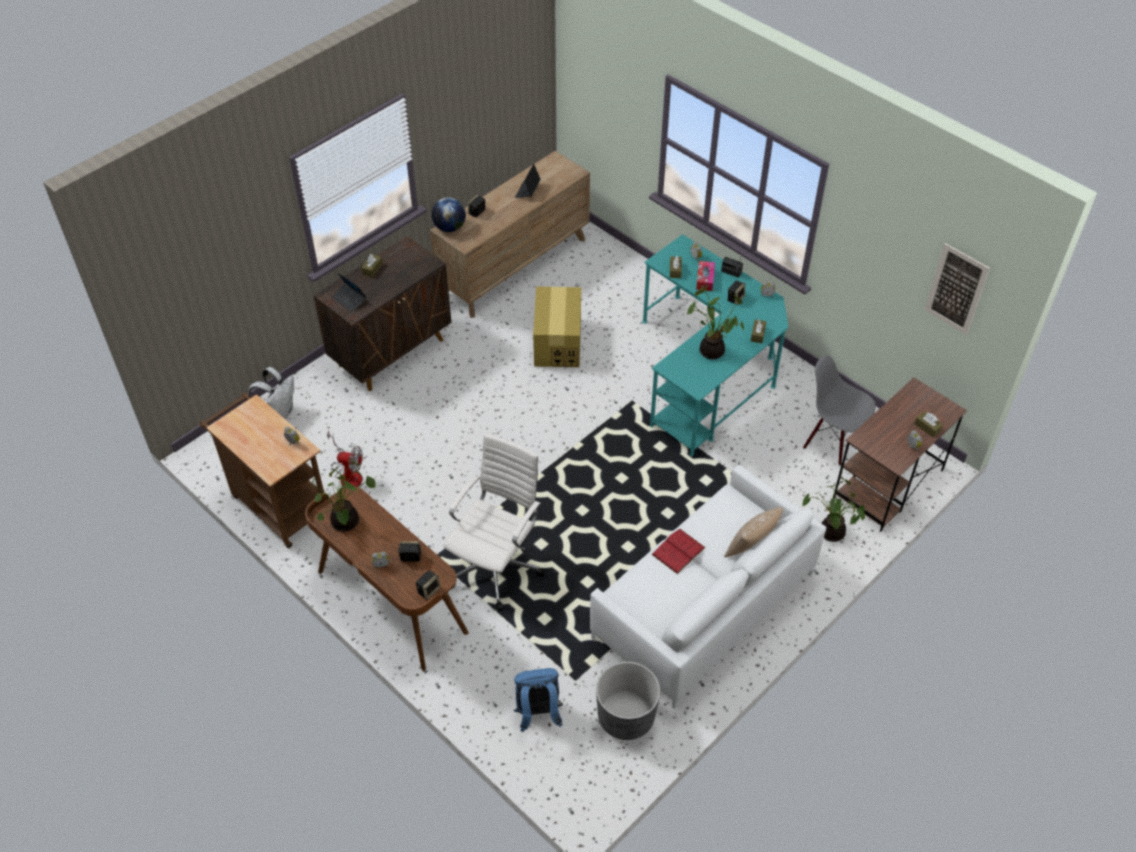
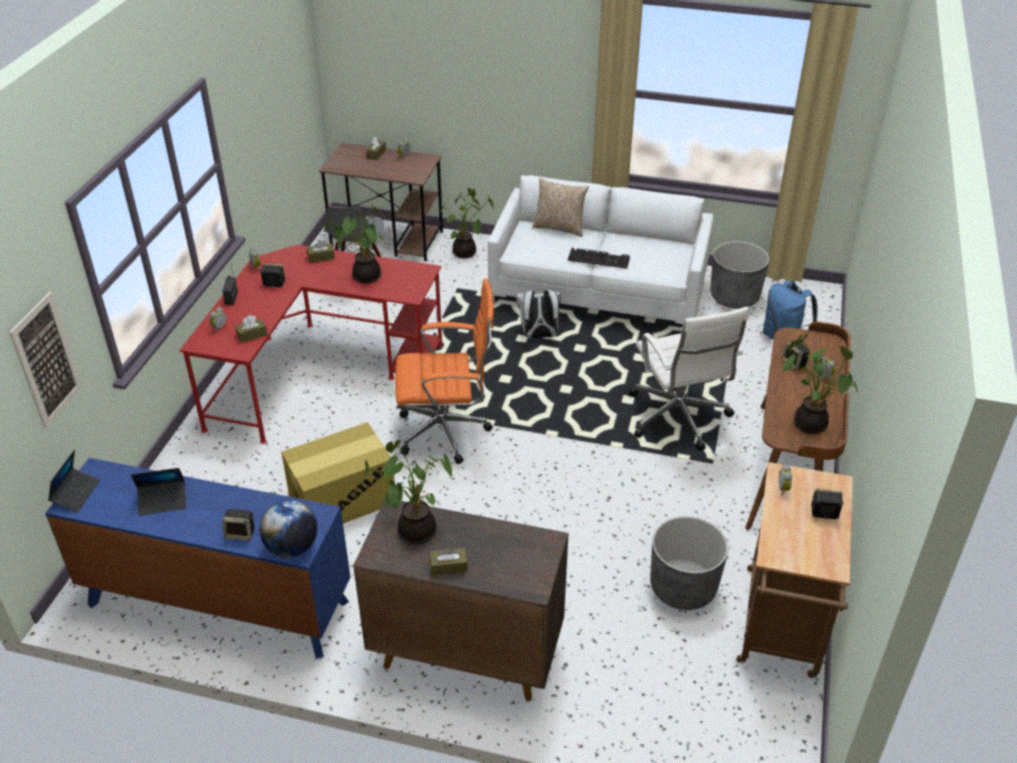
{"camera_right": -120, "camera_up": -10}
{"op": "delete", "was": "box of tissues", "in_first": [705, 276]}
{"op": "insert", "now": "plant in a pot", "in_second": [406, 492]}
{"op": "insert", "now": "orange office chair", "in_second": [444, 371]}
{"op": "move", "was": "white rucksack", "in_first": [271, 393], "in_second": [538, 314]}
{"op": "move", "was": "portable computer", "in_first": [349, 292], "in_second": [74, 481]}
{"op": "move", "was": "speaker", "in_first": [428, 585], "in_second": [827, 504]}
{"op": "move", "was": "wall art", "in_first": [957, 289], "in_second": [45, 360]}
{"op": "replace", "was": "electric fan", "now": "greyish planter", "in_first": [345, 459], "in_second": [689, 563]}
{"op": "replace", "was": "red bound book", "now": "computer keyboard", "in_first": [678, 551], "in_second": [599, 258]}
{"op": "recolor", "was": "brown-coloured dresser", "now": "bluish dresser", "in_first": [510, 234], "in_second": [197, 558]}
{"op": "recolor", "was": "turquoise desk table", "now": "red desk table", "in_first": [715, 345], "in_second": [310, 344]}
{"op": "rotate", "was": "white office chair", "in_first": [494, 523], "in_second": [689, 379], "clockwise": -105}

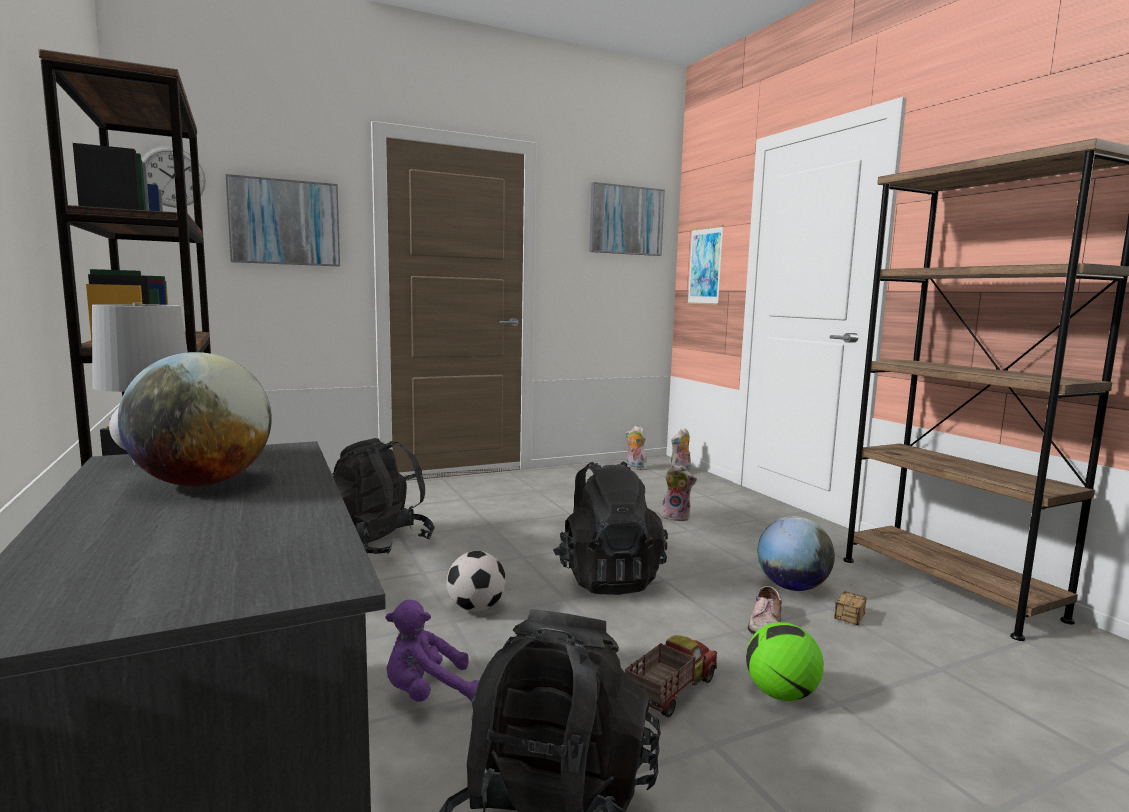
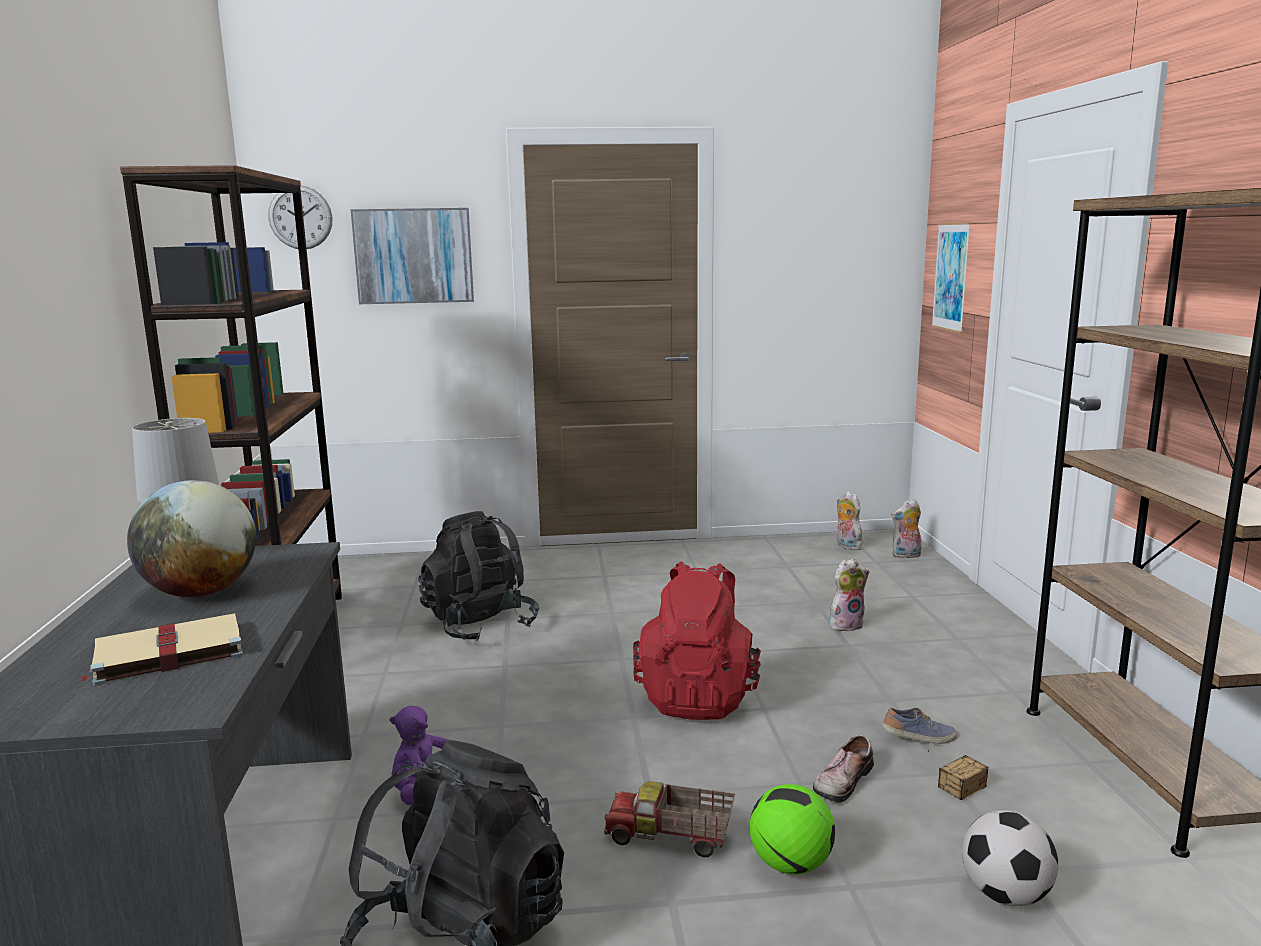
{"camera_right": 20, "camera_up": 5}
{"op": "delete", "was": "wall art", "in_first": [627, 219]}
{"op": "insert", "now": "sand-coloured bound book", "in_second": [160, 649]}
{"op": "move", "was": "ball for football", "in_first": [476, 581], "in_second": [1010, 858]}
{"op": "replace", "was": "globe", "now": "item of footwear", "in_first": [796, 553], "in_second": [919, 726]}
{"op": "recolor", "was": "black rucksack", "now": "red rucksack", "in_first": [610, 528], "in_second": [697, 641]}
{"op": "rotate", "was": "model truck", "in_first": [671, 676], "in_second": [669, 819], "clockwise": -135}
{"op": "rotate", "was": "soft toy", "in_first": [679, 493], "in_second": [850, 594], "clockwise": -60}

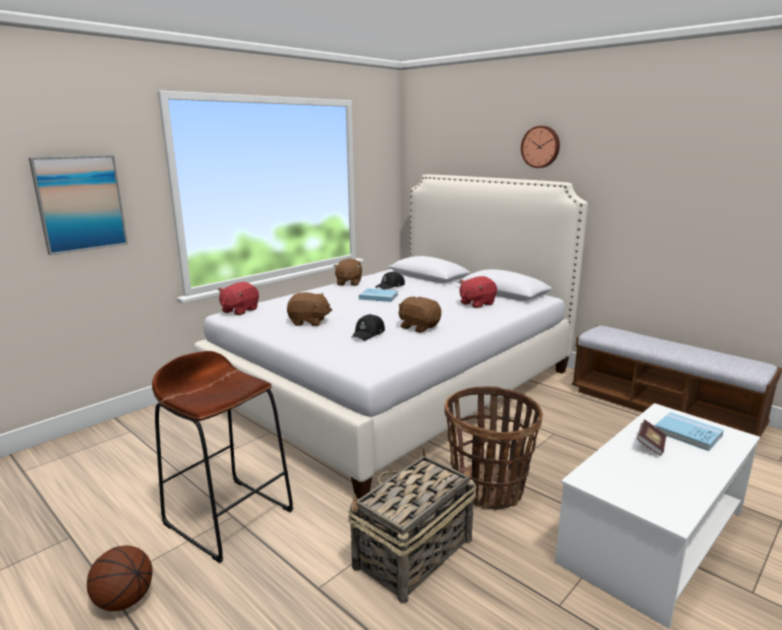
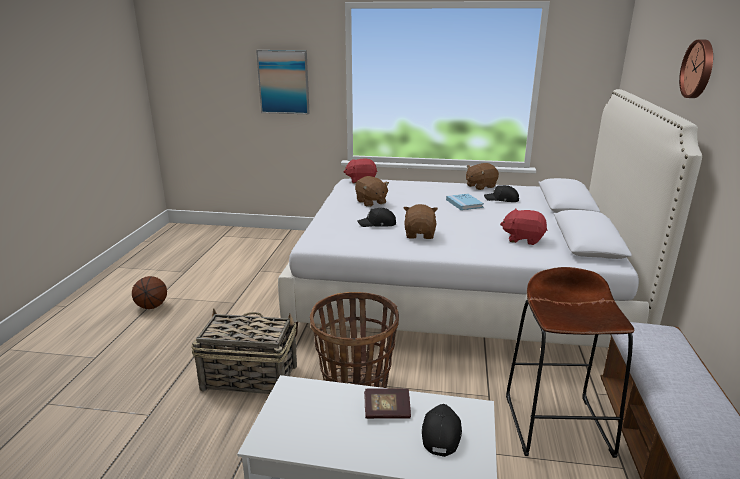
{"camera_right": 55, "camera_up": 5}
{"op": "move", "was": "brown-coloured stool seat", "in_first": [223, 457], "in_second": [570, 362]}
{"op": "replace", "was": "bluish bound book", "now": "black baseball cap", "in_first": [689, 431], "in_second": [442, 430]}

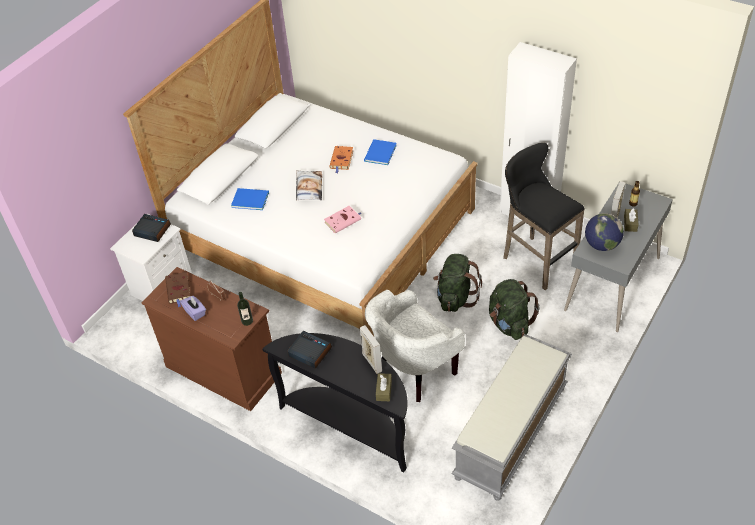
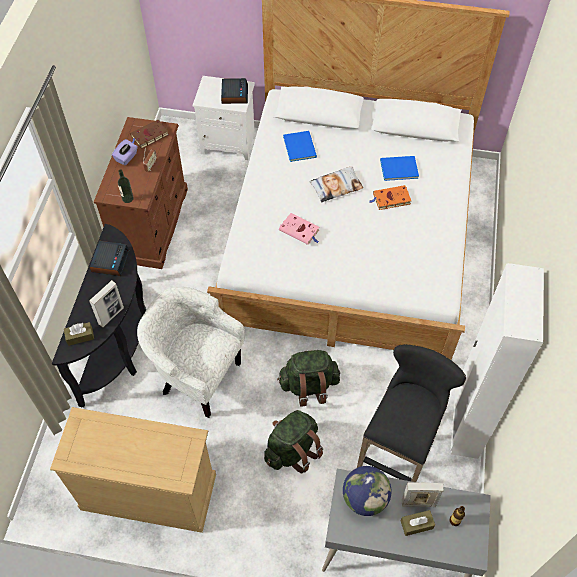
{"camera_right": 65, "camera_up": 10}
{"op": "move", "was": "bluish bound book", "in_first": [380, 152], "in_second": [399, 168]}
{"op": "replace", "was": "greyish indoor bench", "now": "sand-coloured dresser", "in_first": [512, 417], "in_second": [133, 470]}

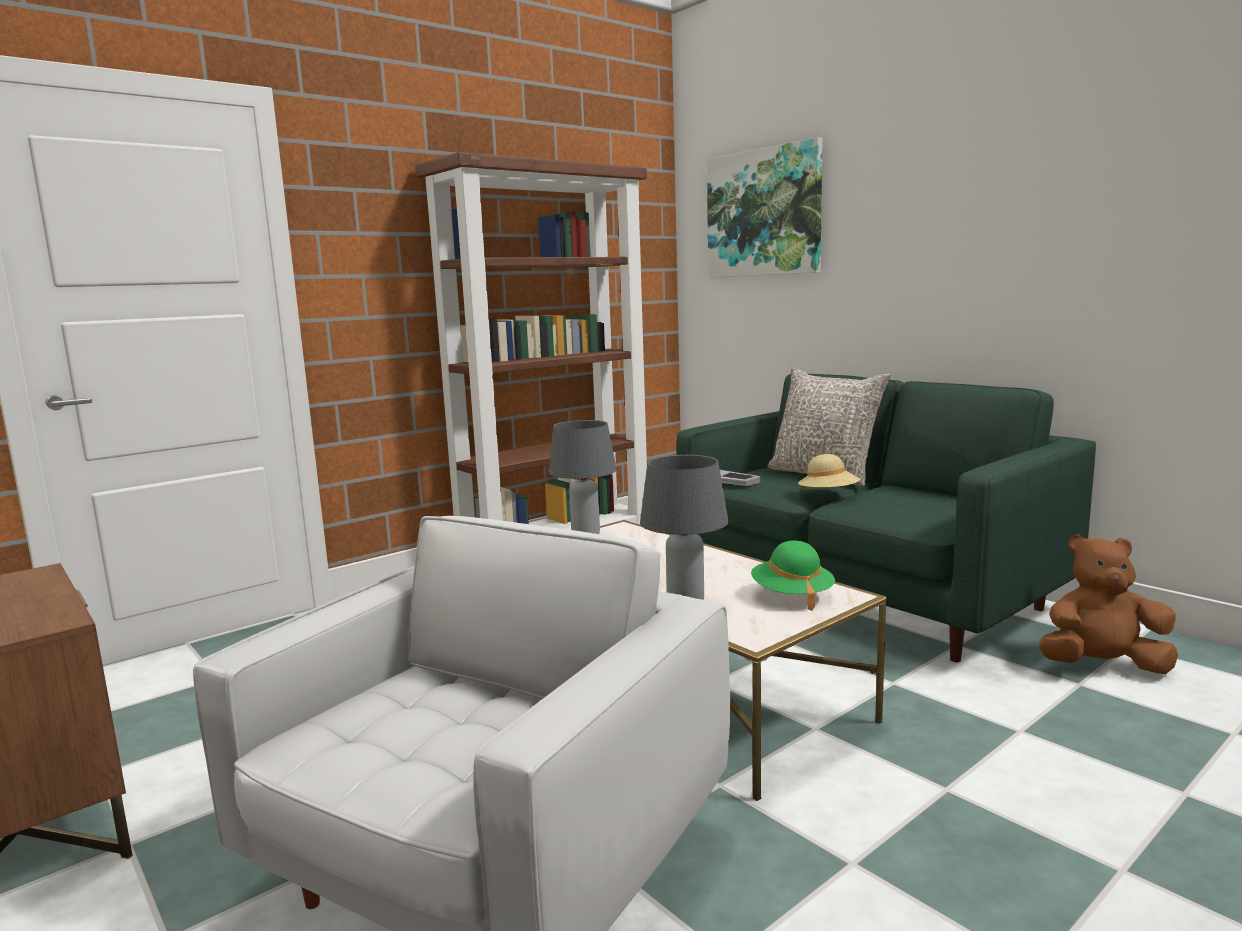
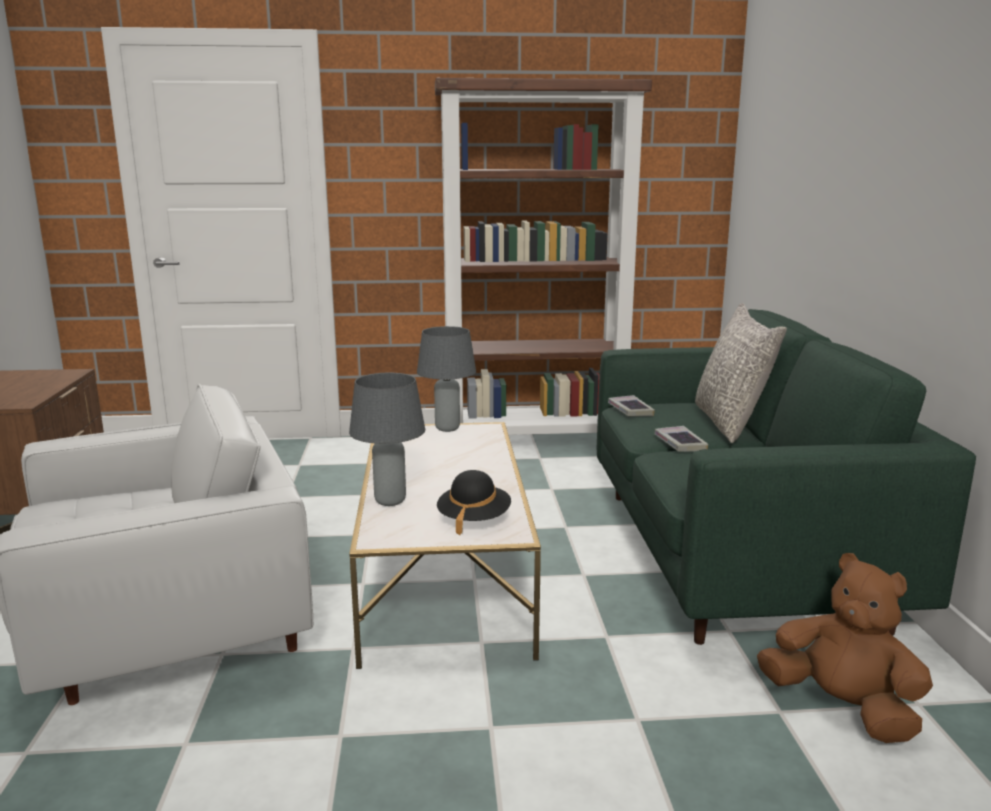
{"camera_right": 35, "camera_up": 5}
{"op": "delete", "was": "wall art", "in_first": [764, 207]}
{"op": "replace", "was": "sand-coloured wearable hat", "now": "bound book", "in_first": [829, 473], "in_second": [681, 439]}
{"op": "recolor", "was": "green wearable hat", "now": "black wearable hat", "in_first": [793, 575], "in_second": [474, 502]}

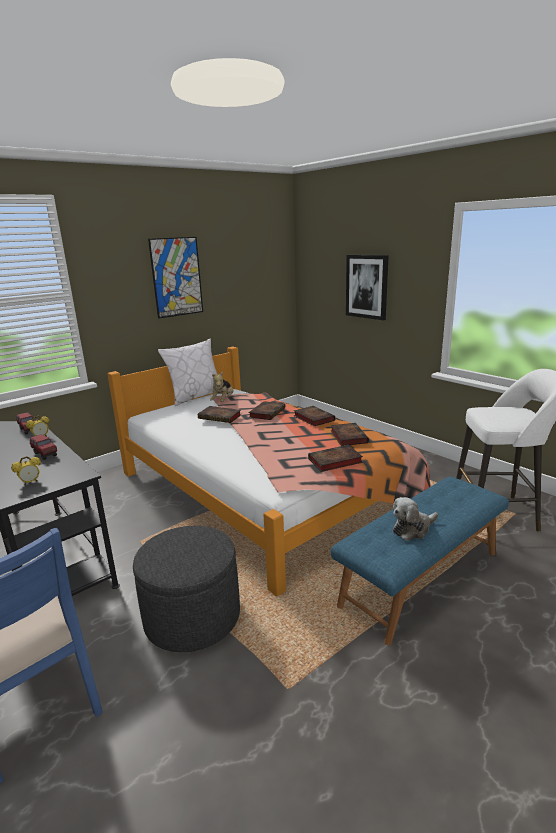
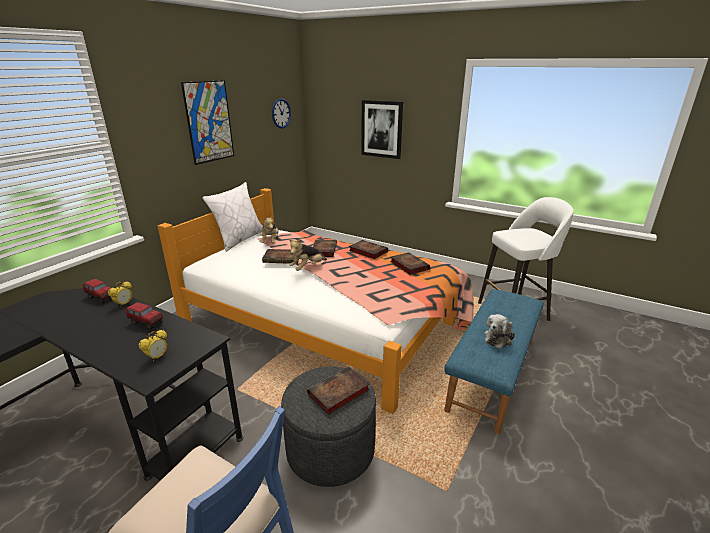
{"camera_right": -20, "camera_up": 5}
{"op": "insert", "now": "clock on the wall", "in_second": [281, 113]}
{"op": "insert", "now": "soft toy", "in_second": [307, 255]}
{"op": "move", "was": "bound book", "in_first": [335, 458], "in_second": [338, 390]}

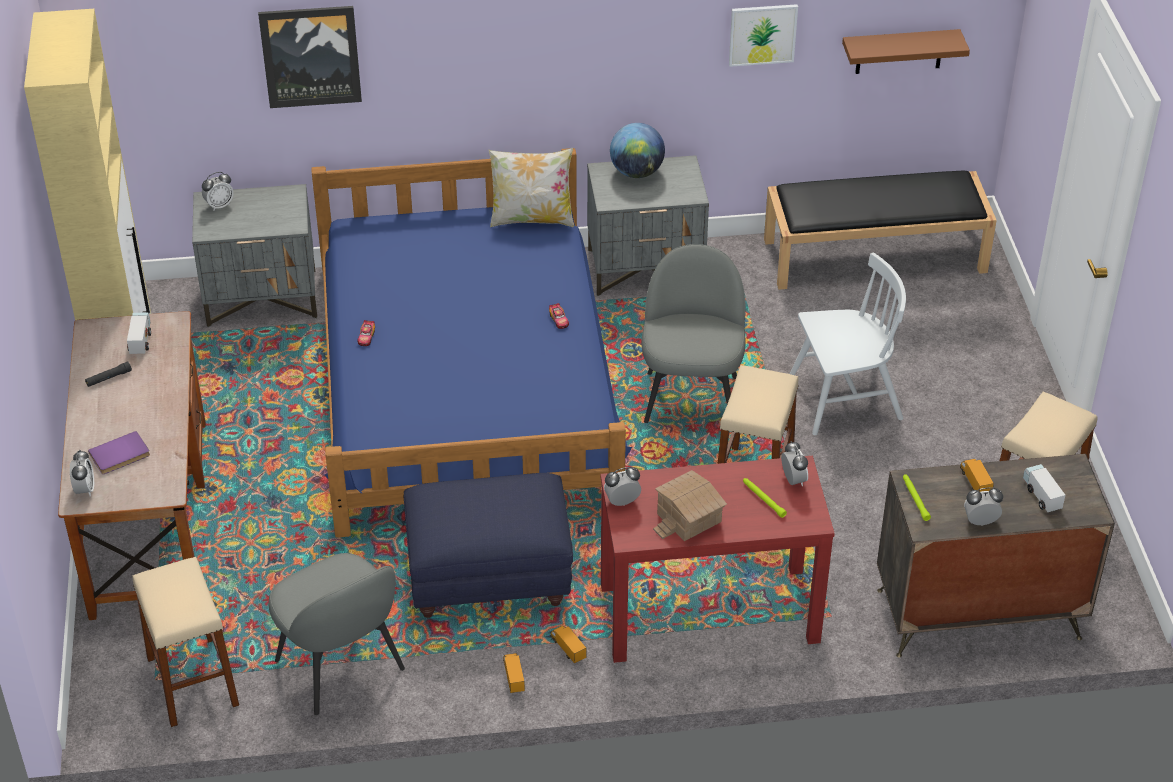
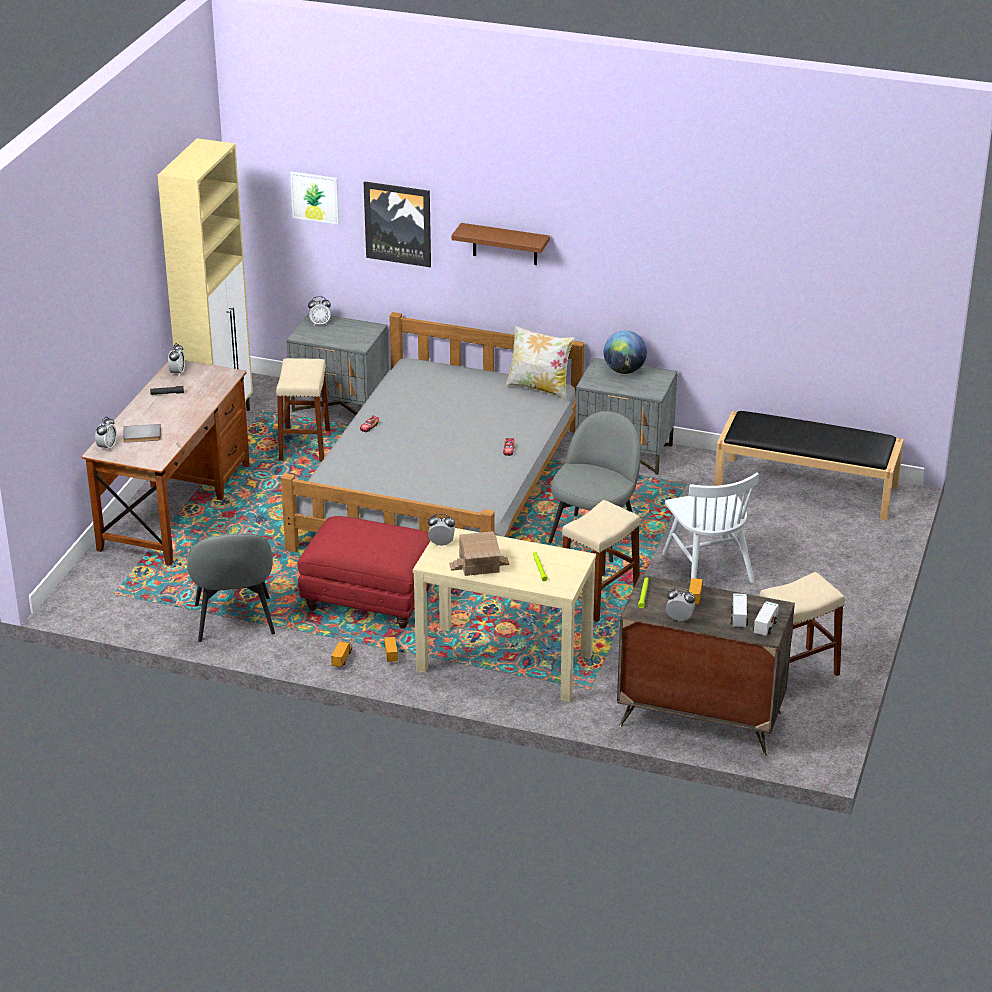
{"camera_right": 25, "camera_up": -10}
{"op": "move", "was": "model truck", "in_first": [139, 333], "in_second": [766, 618]}
{"op": "move", "was": "sand-coloured stool seat", "in_first": [185, 642], "in_second": [303, 409]}
{"op": "move", "was": "wall art", "in_first": [763, 35], "in_second": [315, 198]}
{"op": "move", "was": "bedside clock", "in_first": [794, 463], "in_second": [176, 359]}
{"op": "move", "was": "brown-coloured bracket shelf", "in_first": [906, 51], "in_second": [501, 244]}
{"op": "recolor", "was": "purple bound book", "now": "greyish bound book", "in_first": [119, 452], "in_second": [142, 433]}
{"op": "recolor", "was": "bluish bed", "now": "greyish bed", "in_first": [471, 343], "in_second": [432, 432]}
{"op": "recolor", "was": "bluish pouffe", "now": "red pouffe", "in_first": [488, 545], "in_second": [364, 572]}
{"op": "recolor", "was": "red narrow table", "now": "sand-coloured narrow table", "in_first": [717, 559], "in_second": [504, 615]}
{"op": "rotate", "was": "white chair", "in_first": [848, 344], "in_second": [710, 528], "clockwise": 60}

